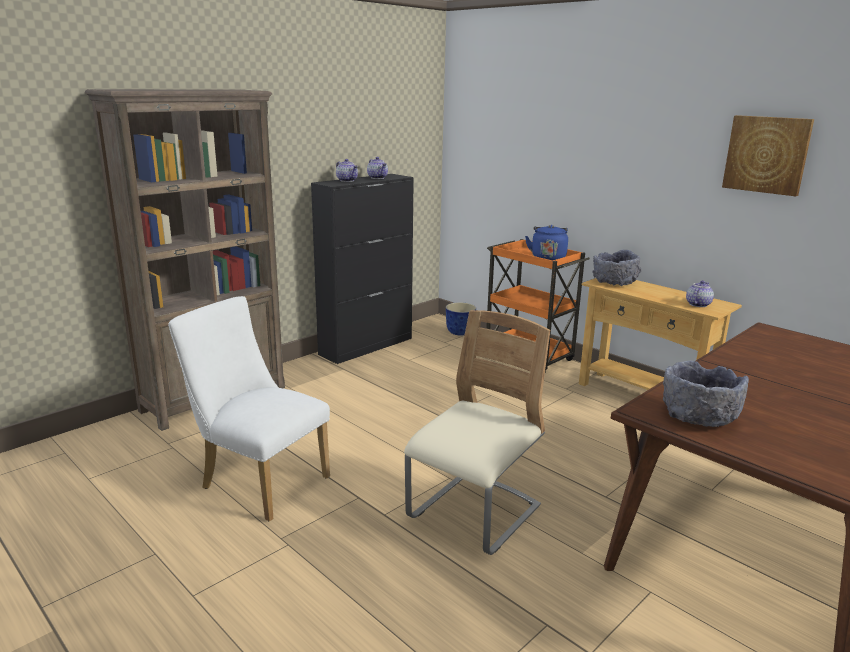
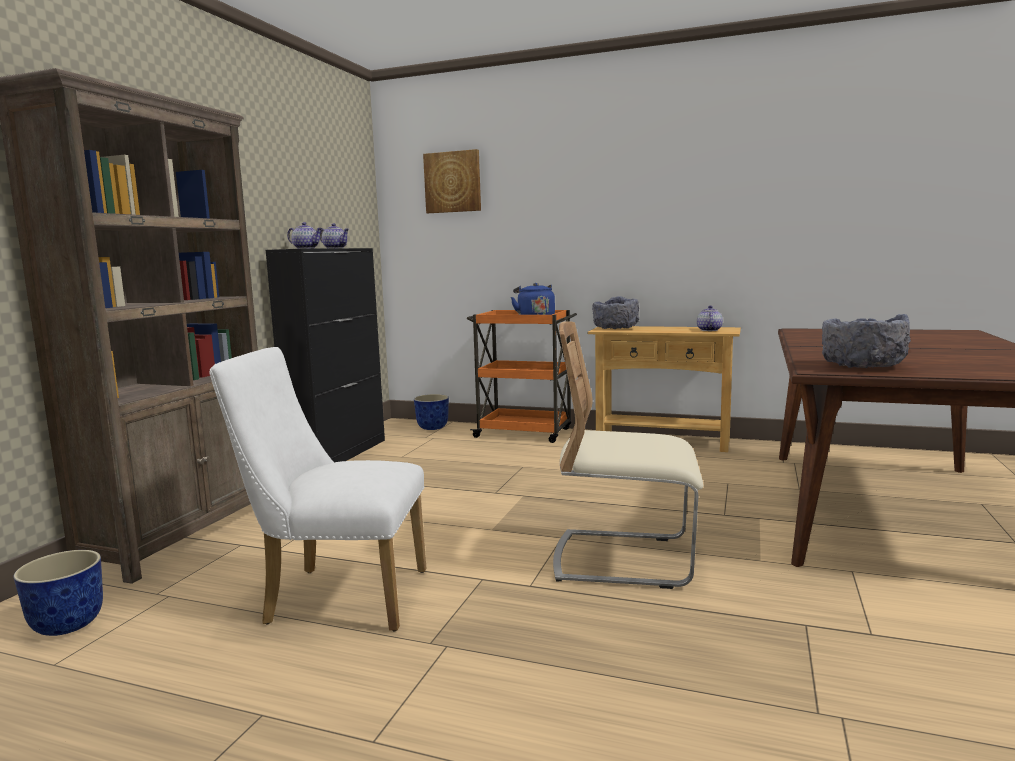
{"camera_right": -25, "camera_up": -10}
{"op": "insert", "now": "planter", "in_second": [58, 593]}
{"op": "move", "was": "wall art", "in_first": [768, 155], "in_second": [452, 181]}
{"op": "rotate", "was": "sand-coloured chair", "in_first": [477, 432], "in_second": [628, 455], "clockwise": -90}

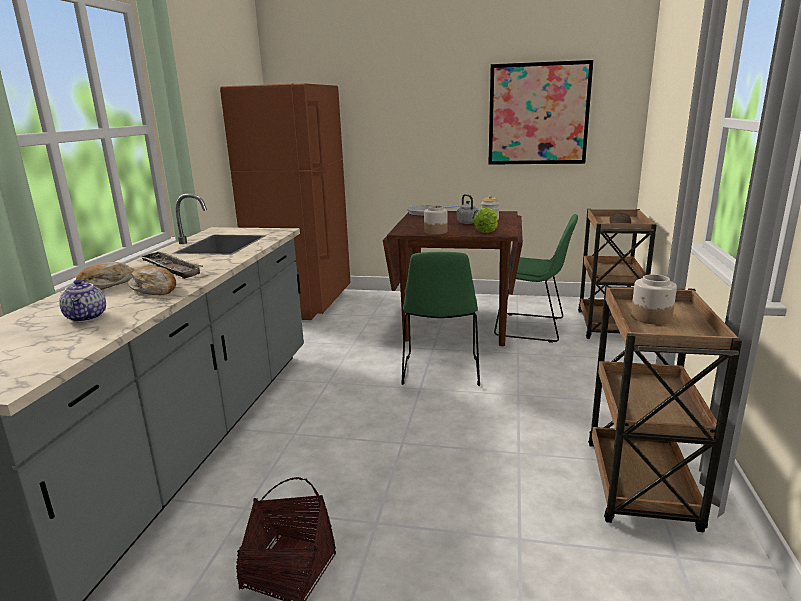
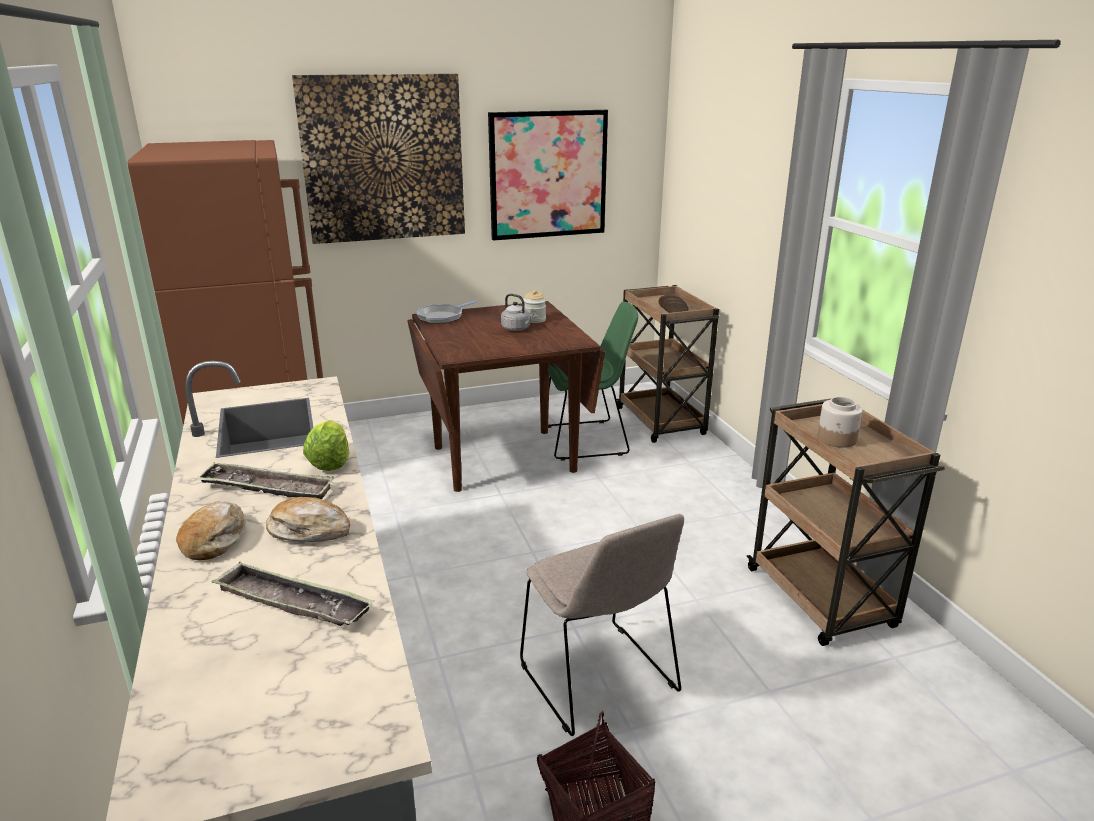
{"camera_right": -30, "camera_up": 5}
{"op": "delete", "was": "green chair", "in_first": [441, 319]}
{"op": "delete", "was": "storage jar", "in_first": [436, 220]}
{"op": "insert", "now": "wall art", "in_second": [378, 159]}
{"op": "insert", "now": "sand-coloured chair", "in_second": [602, 625]}
{"op": "move", "was": "lettuce", "in_first": [485, 220], "in_second": [326, 445]}
{"op": "replace", "was": "teapot", "now": "carrying tray", "in_first": [82, 300], "in_second": [293, 594]}

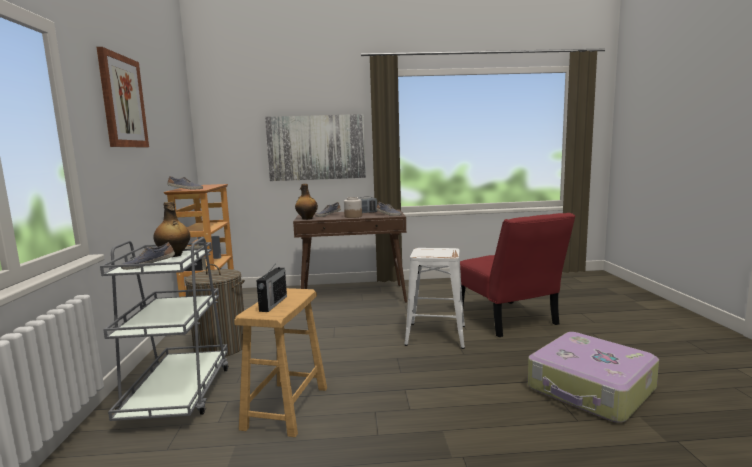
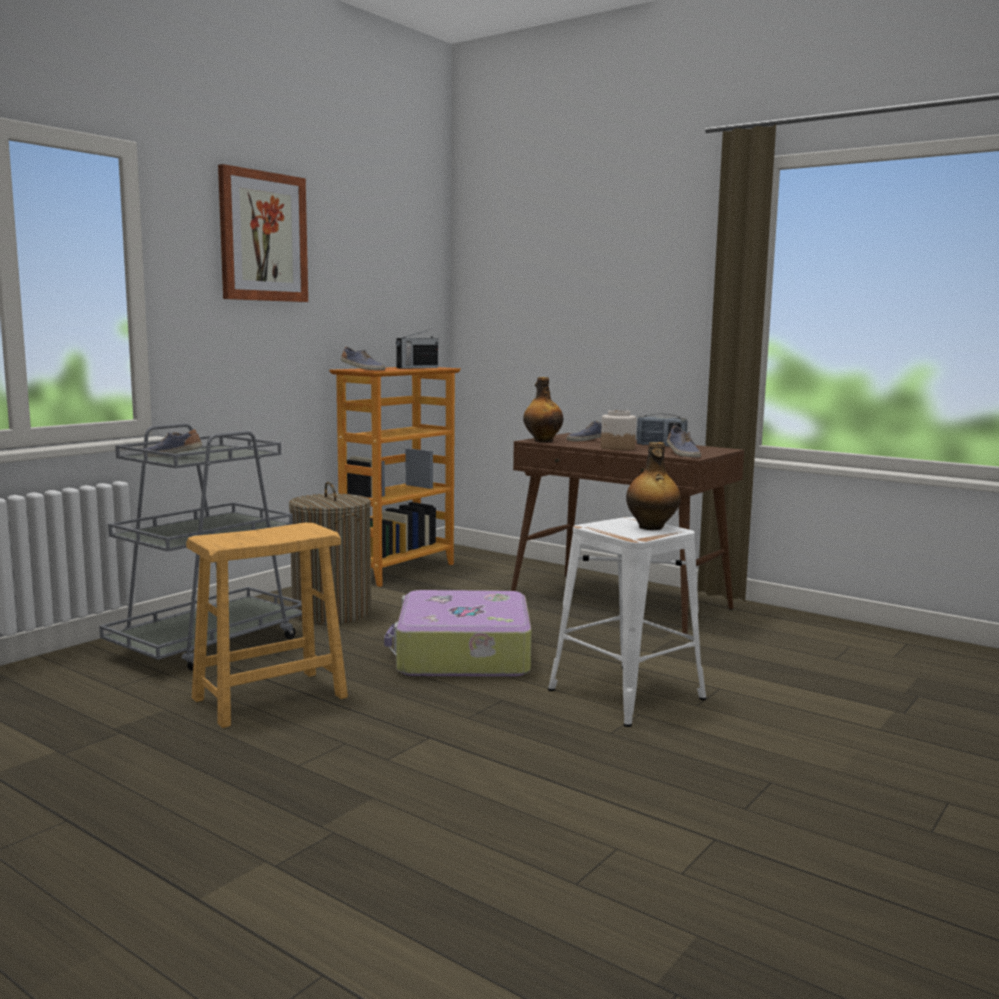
{"camera_right": 40, "camera_up": 0}
{"op": "delete", "was": "wall art", "in_first": [315, 147]}
{"op": "delete", "was": "red chair", "in_first": [517, 275]}
{"op": "move", "was": "bottle", "in_first": [171, 229], "in_second": [653, 486]}
{"op": "move", "was": "radio receiver", "in_first": [271, 286], "in_second": [417, 349]}
{"op": "move", "was": "piece of luggage", "in_first": [593, 377], "in_second": [457, 633]}

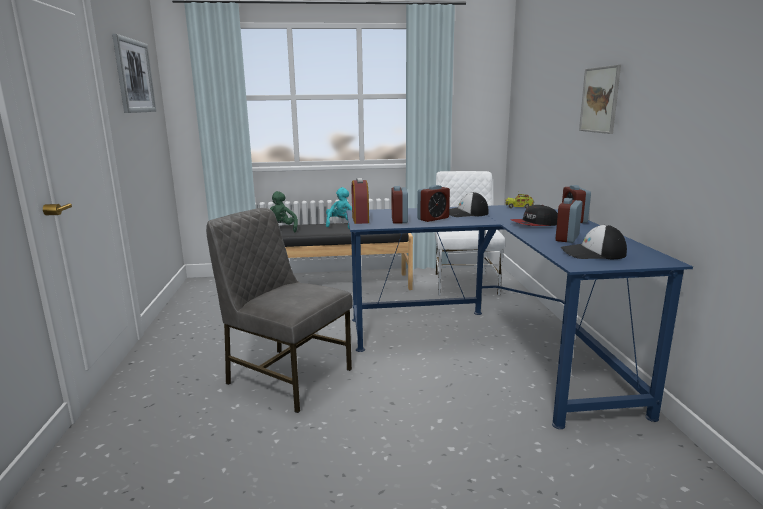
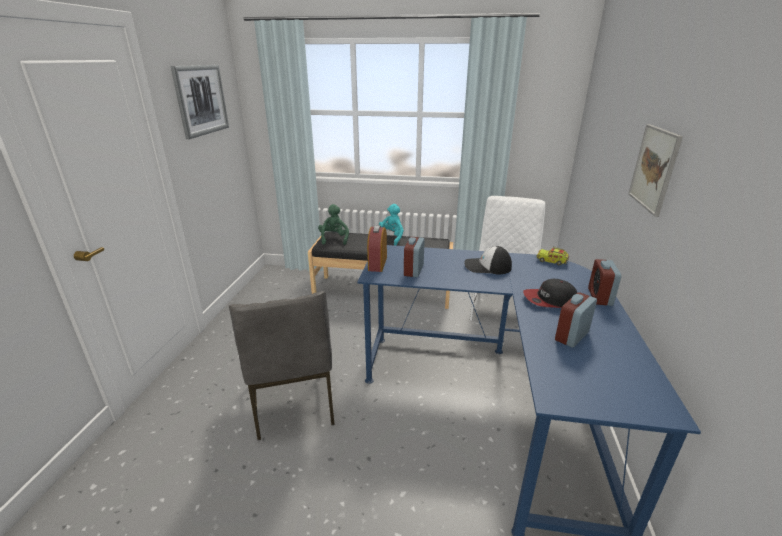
{"camera_right": 15, "camera_up": 10}
{"op": "delete", "was": "bedside clock", "in_first": [433, 203]}
{"op": "delete", "was": "baseball cap", "in_first": [594, 242]}
{"op": "rotate", "was": "greyish chair", "in_first": [279, 310], "in_second": [282, 365], "clockwise": -150}

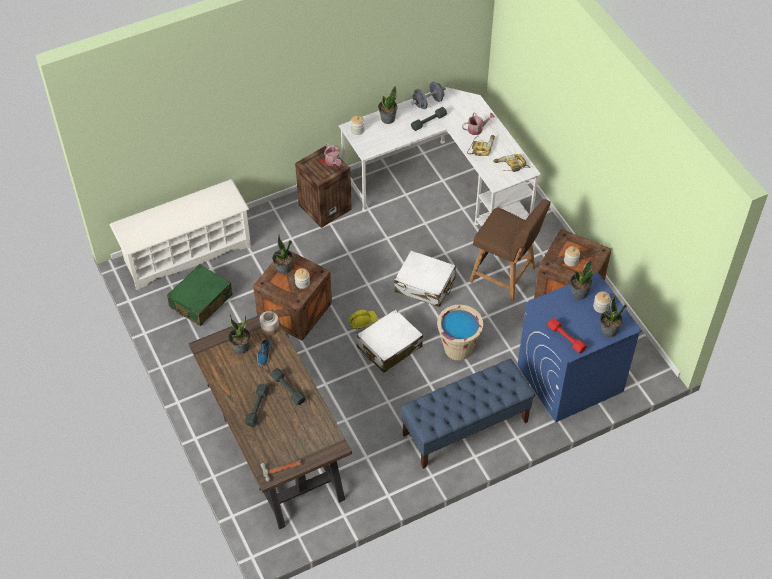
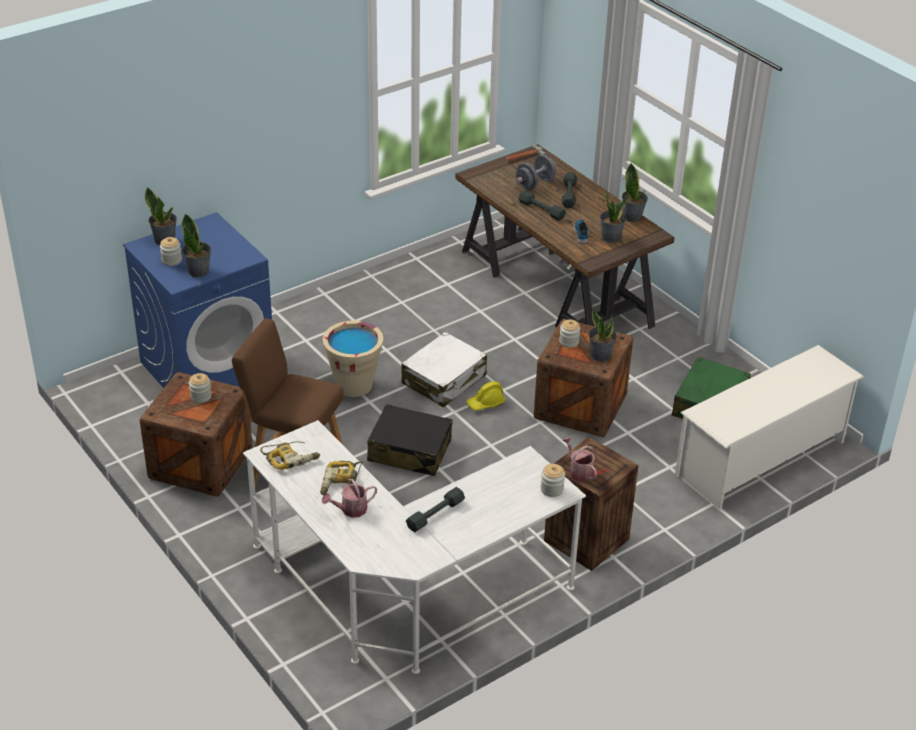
{"camera_right": 170, "camera_up": -15}
{"op": "delete", "was": "storage jar", "in_first": [269, 323]}
{"op": "delete", "was": "bluish indoor bench", "in_first": [468, 413]}
{"op": "delete", "was": "red free weight", "in_first": [567, 336]}
{"op": "move", "was": "plant in a pot", "in_first": [388, 105], "in_second": [635, 192]}
{"op": "move", "was": "greyish free weight", "in_first": [428, 95], "in_second": [536, 172]}
{"op": "recolor", "was": "white piece of luggage", "now": "black piece of luggage", "in_first": [425, 279], "in_second": [410, 440]}

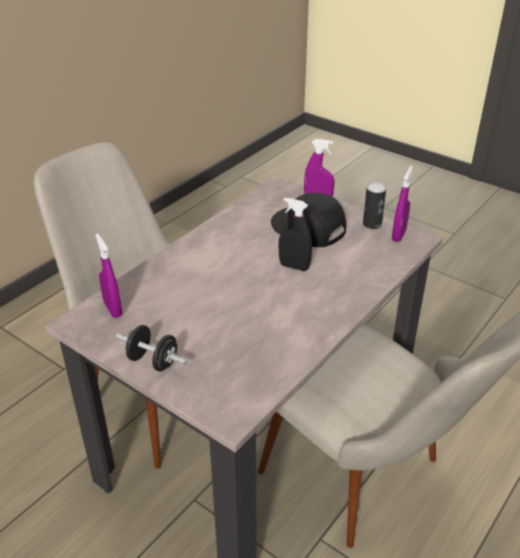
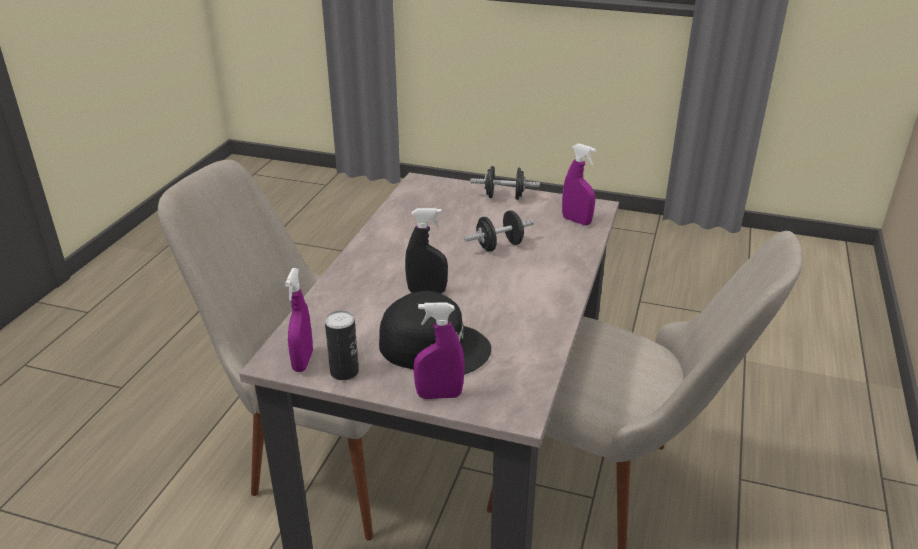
{"camera_right": 160, "camera_up": -5}
{"op": "insert", "now": "black free weight", "in_second": [499, 231]}

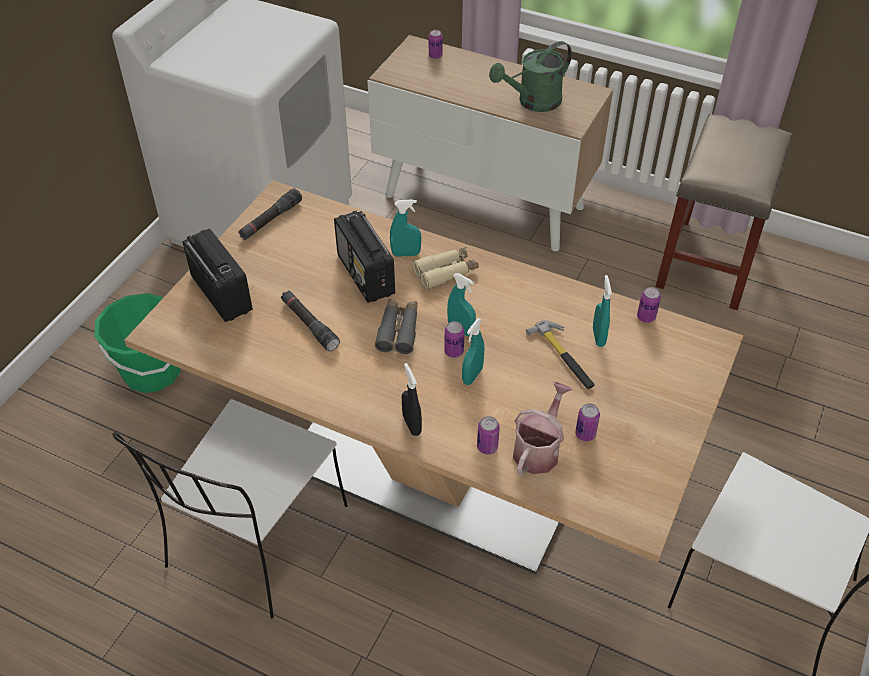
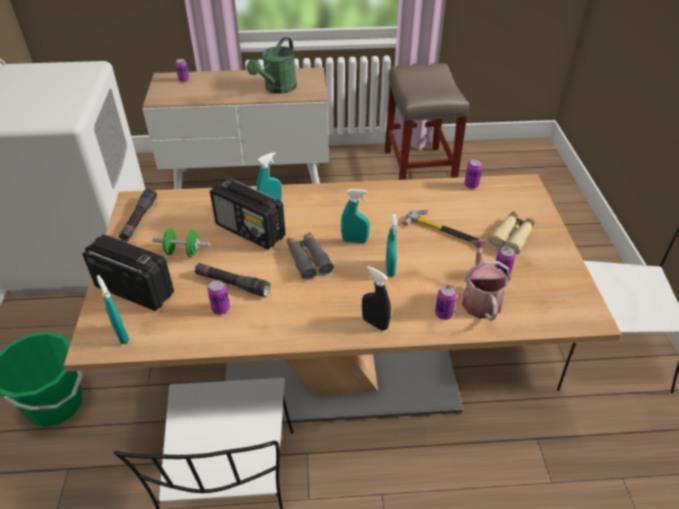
{"camera_right": -30, "camera_up": -5}
{"op": "insert", "now": "green free weight", "in_second": [181, 242]}
{"op": "move", "was": "sand-coloured field glasses", "in_first": [445, 268], "in_second": [511, 233]}
{"op": "move", "was": "can", "in_first": [454, 339], "in_second": [219, 297]}
{"op": "move", "was": "turquoise hand sprayer", "in_first": [602, 311], "in_second": [113, 309]}

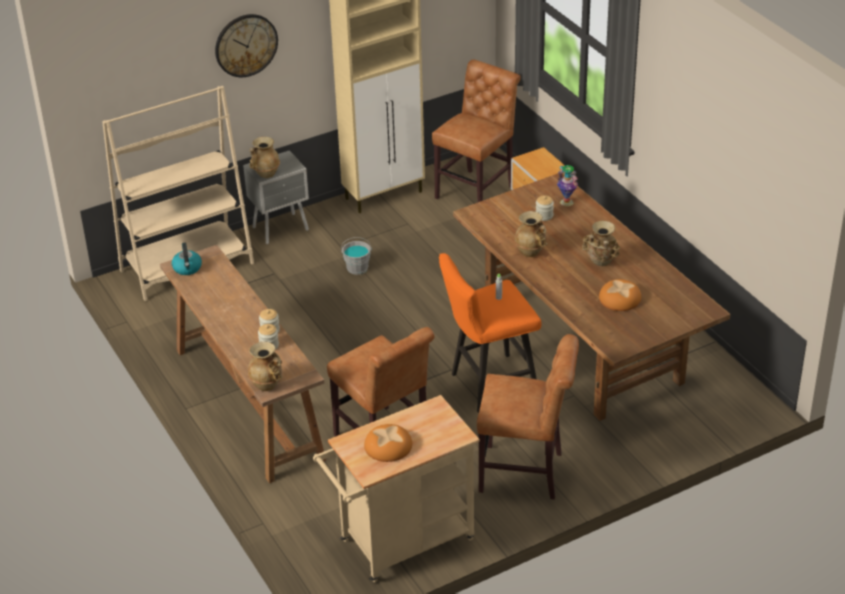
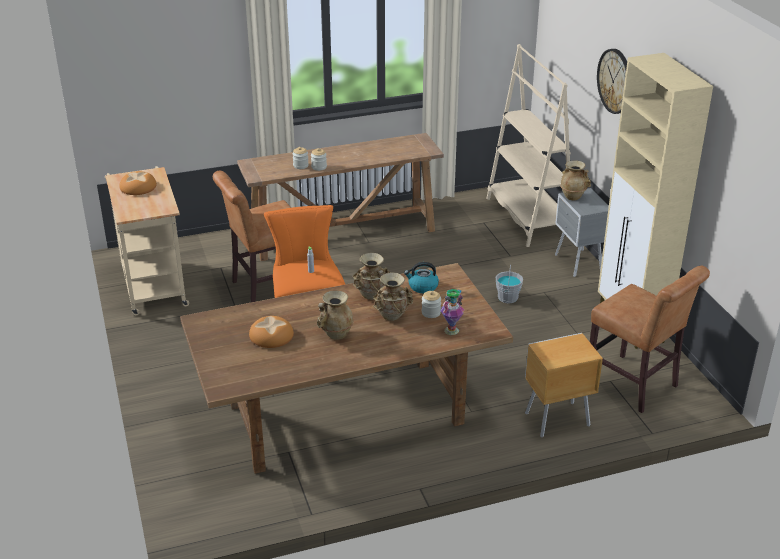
{"camera_right": 100, "camera_up": -5}
{"op": "delete", "was": "brown-coloured chair", "in_first": [528, 417]}
{"op": "move", "was": "water kettle", "in_first": [187, 259], "in_second": [421, 277]}
{"op": "move", "was": "sand-coloured decorative vase", "in_first": [265, 366], "in_second": [393, 296]}

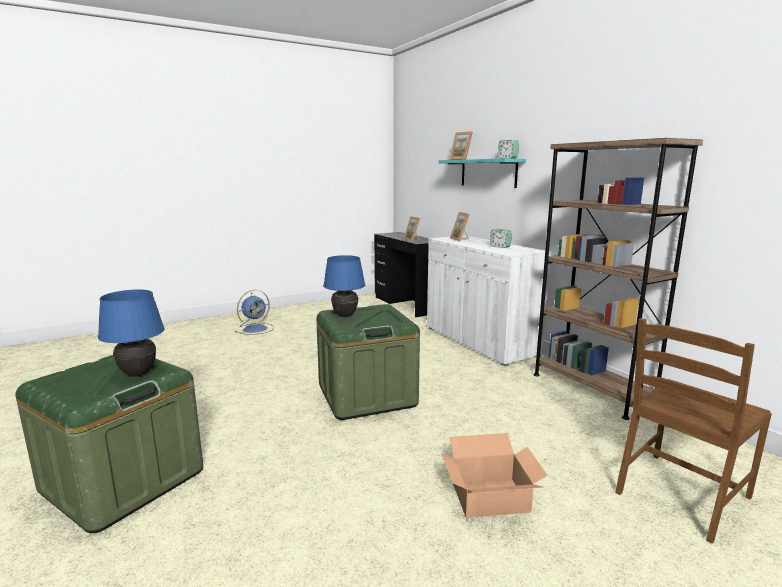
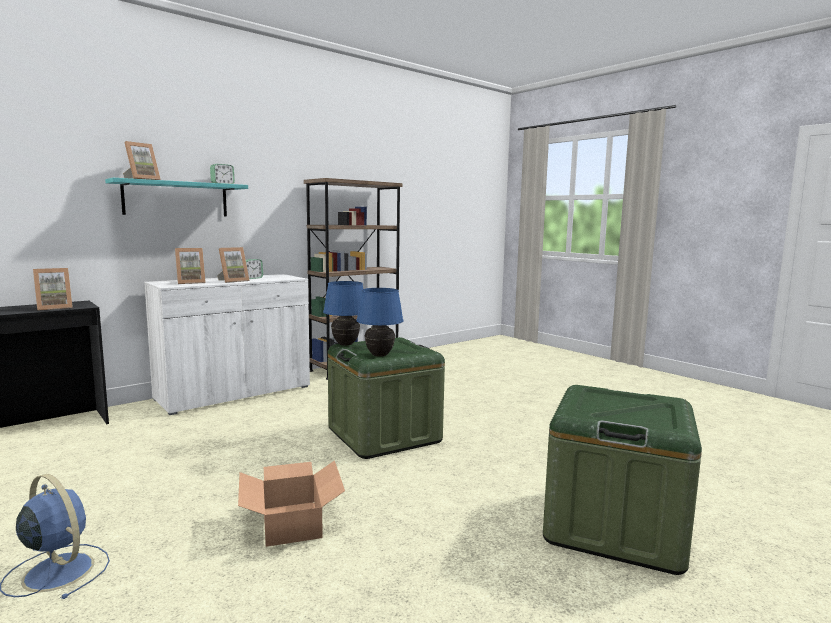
{"camera_right": -100, "camera_up": -5}
{"op": "delete", "was": "brown-coloured chair", "in_first": [693, 430]}
{"op": "insert", "now": "picture frame", "in_second": [233, 265]}
{"op": "move", "was": "bluish table lamp", "in_first": [131, 333], "in_second": [343, 313]}
{"op": "move", "was": "cardboard box", "in_first": [494, 475], "in_second": [291, 504]}

